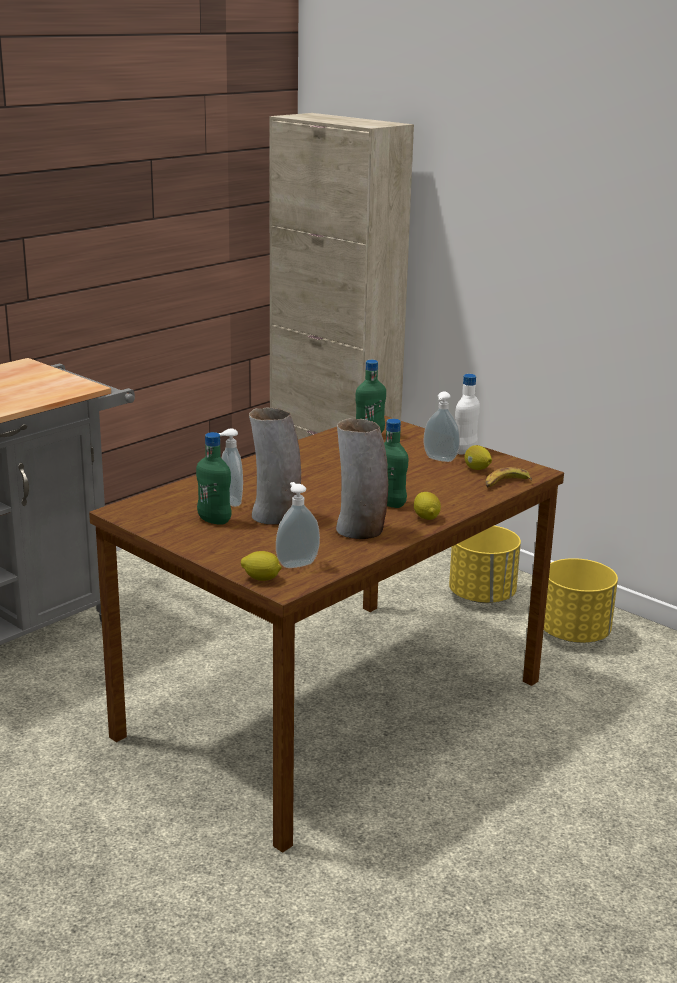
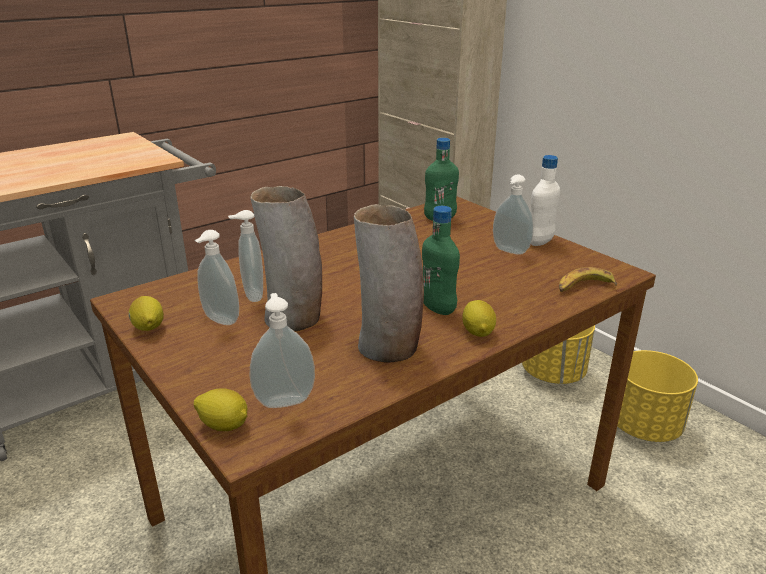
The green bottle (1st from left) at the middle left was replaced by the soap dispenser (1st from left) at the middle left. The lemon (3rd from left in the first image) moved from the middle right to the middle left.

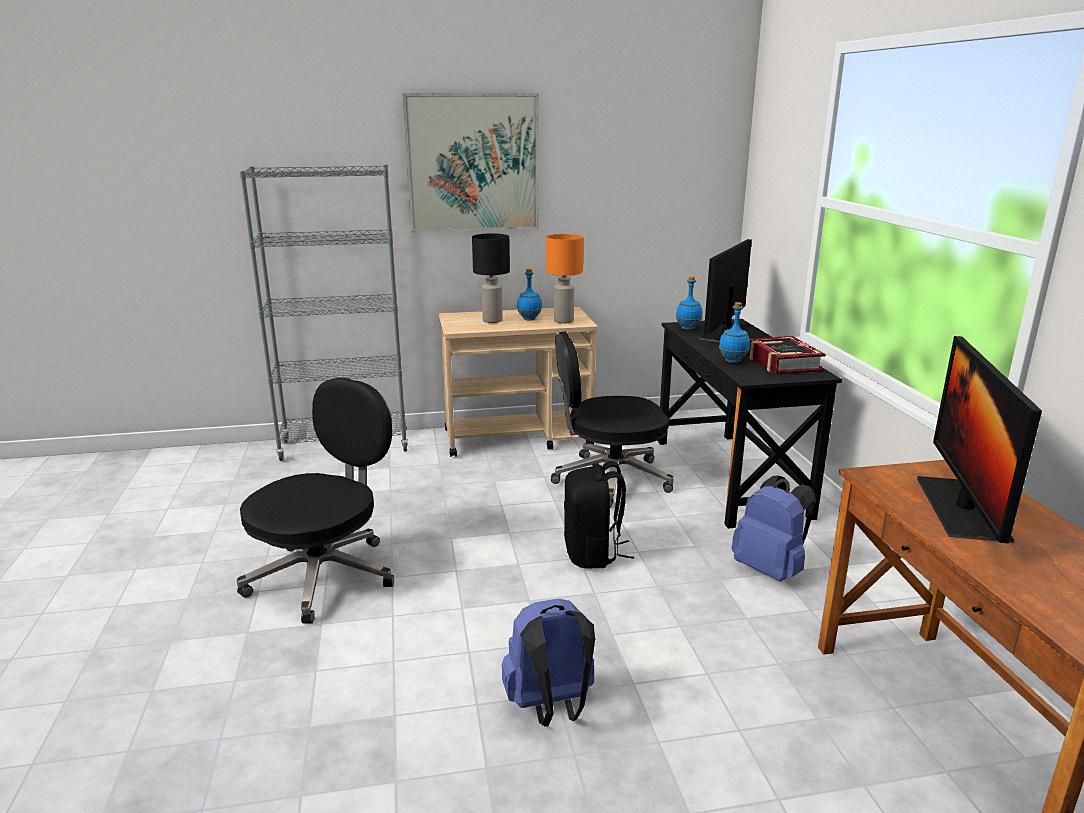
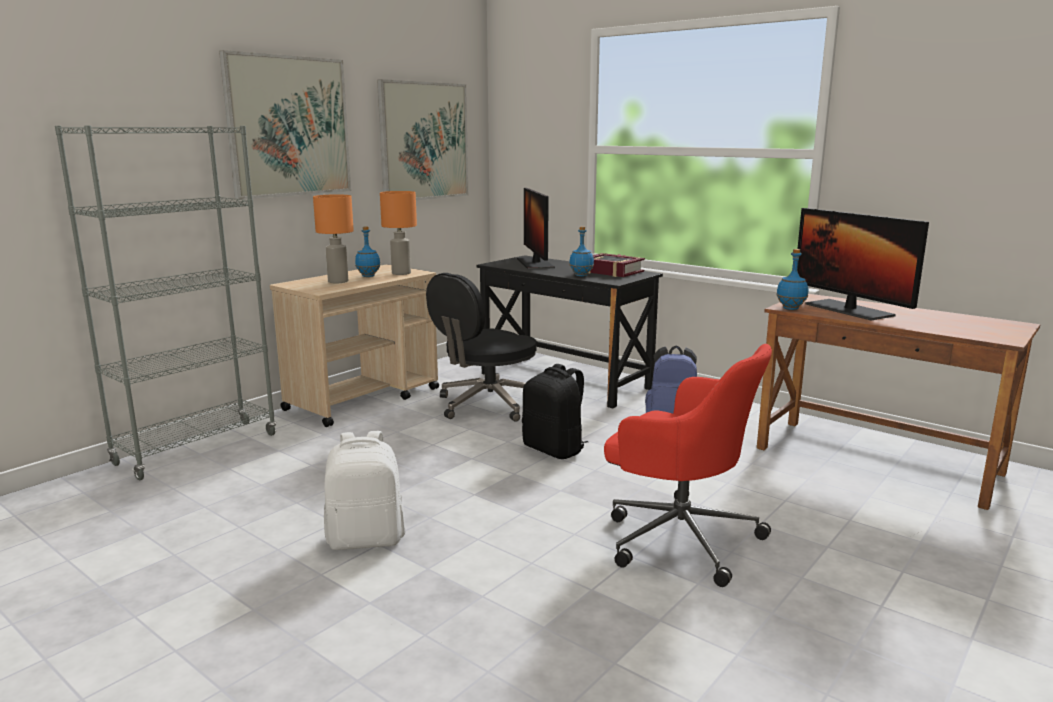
The black office chair (1st from left) at the middle left was replaced by the white backpack at the bottom centre. The black table lamp at the centre became the orange table lamp (1st from left) at the middle left. The blue backpack (1st from left) at the bottom centre was replaced by the red office chair at the centre. The blue bottle (2nd from left in the first image) moved from the centre to the middle right. The picture (2nd from left) at the top centre appeared.

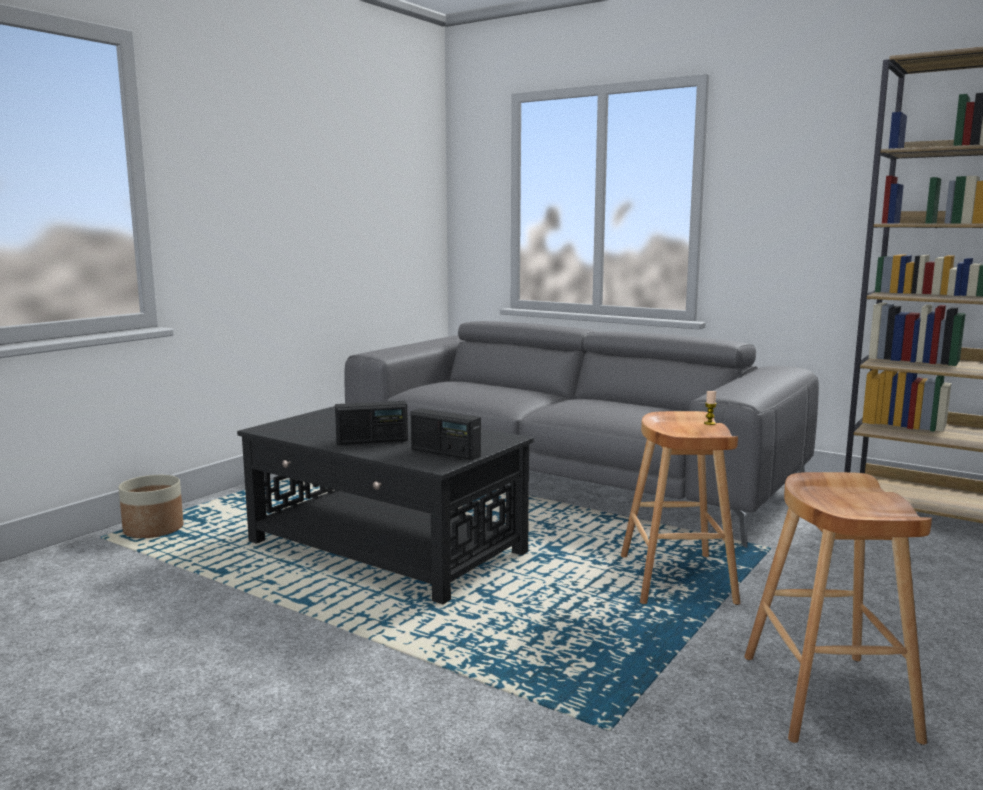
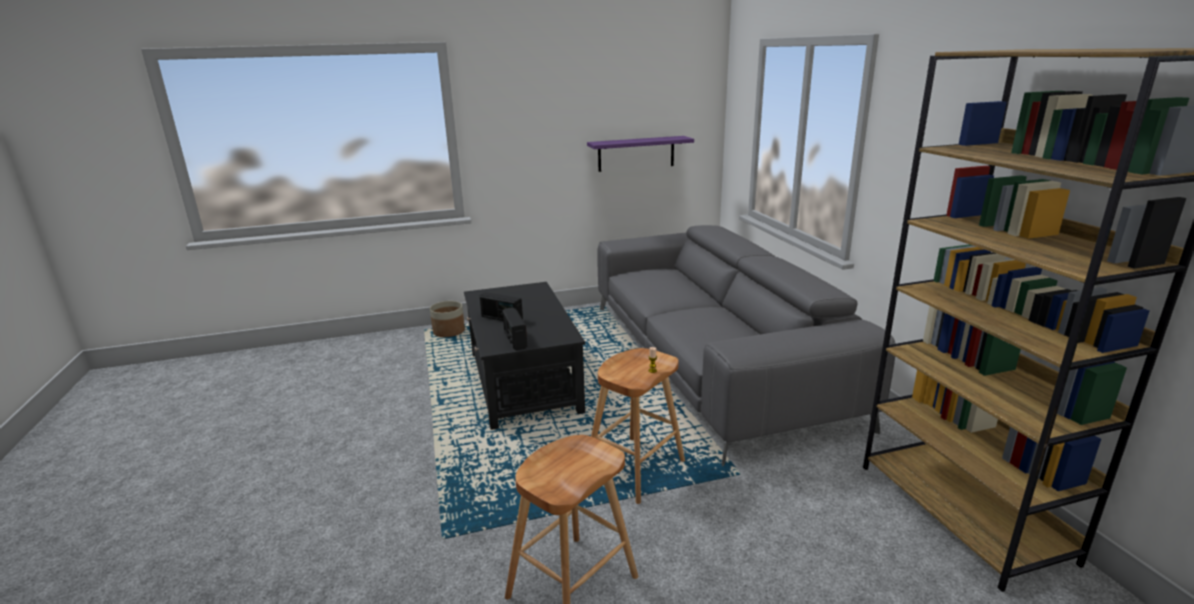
The purple shelf at the top centre appeared.

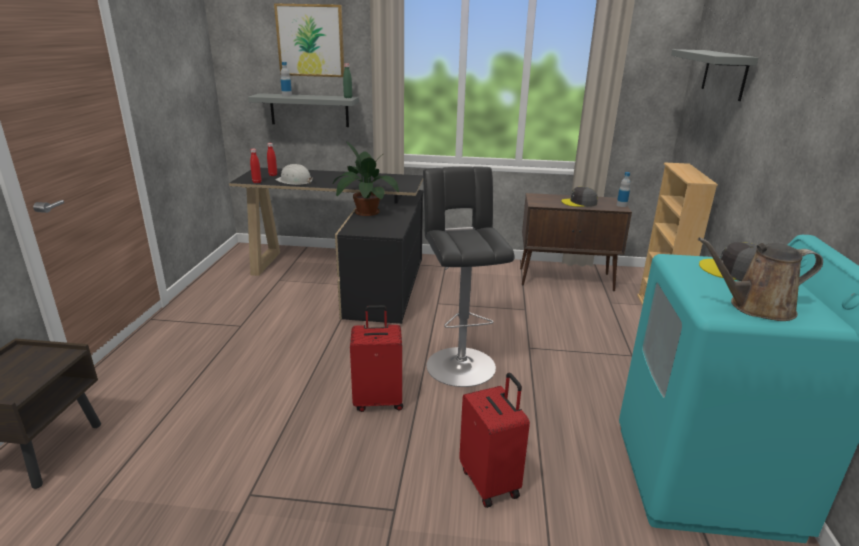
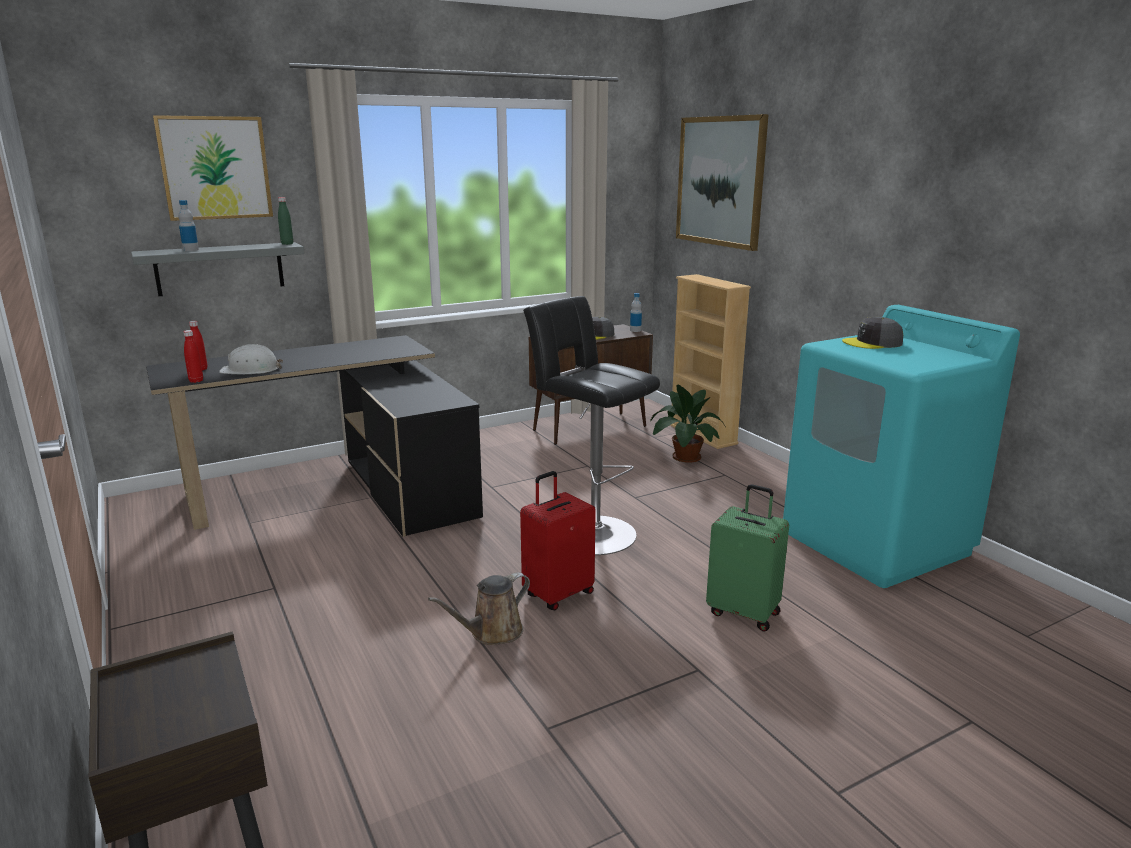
The potted plant moved from the top centre to the centre. The red suitcase (2nd from left) at the bottom centre became the green suitcase at the centre. The grey shelf (2nd from left) at the top right was replaced by the picture (2nd from left) at the top centre. The brown watering can moved from the middle right to the bottom centre.

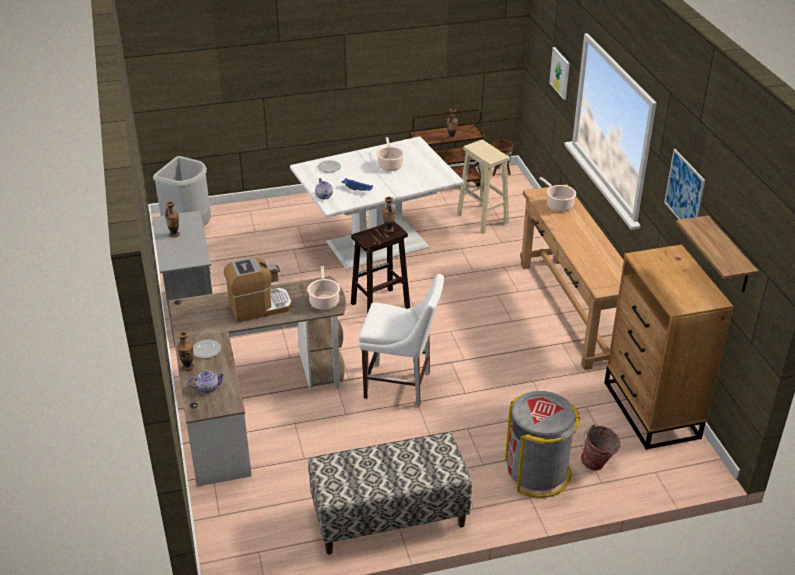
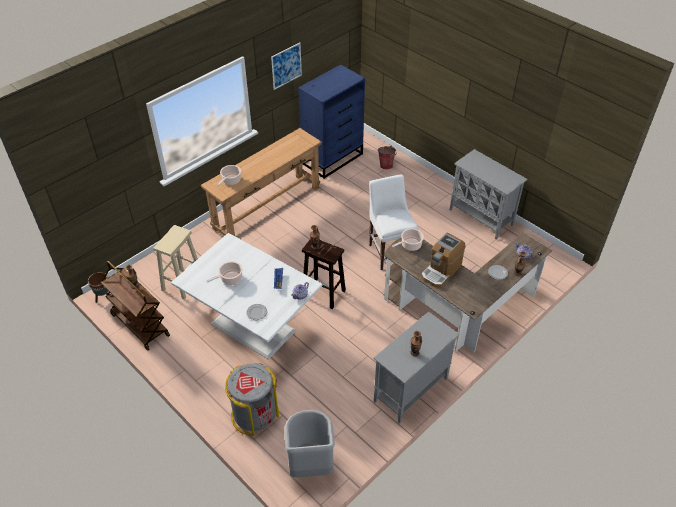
The coffee machine at the middle left turned 90 degrees counterclockwise. The bench at the bottom centre was replaced by the grey cabinet (2nd from left) at the middle right. The grey trash can (2nd from left in the first image) moved from the bottom right to the bottom centre. The picture (1st from left) at the top right disappeared. The brown dresser at the middle right became the blue dresser at the top centre. The shelf at the middle right disappeared.

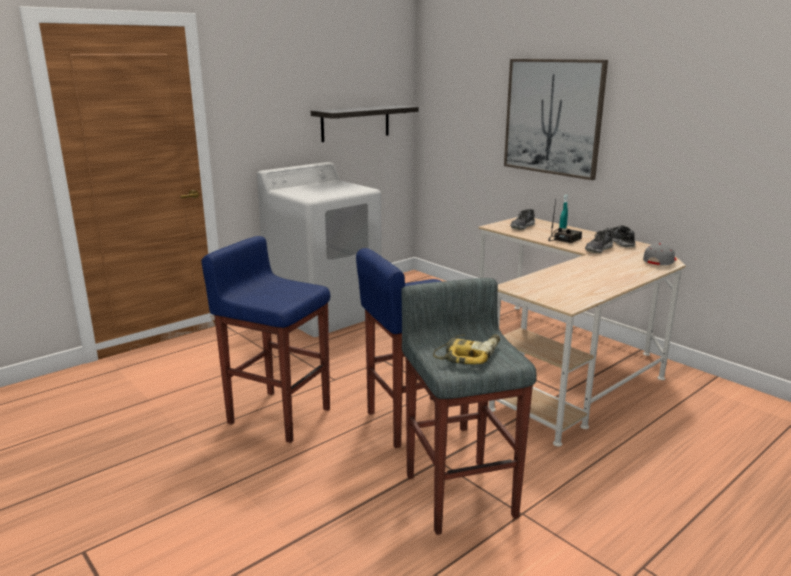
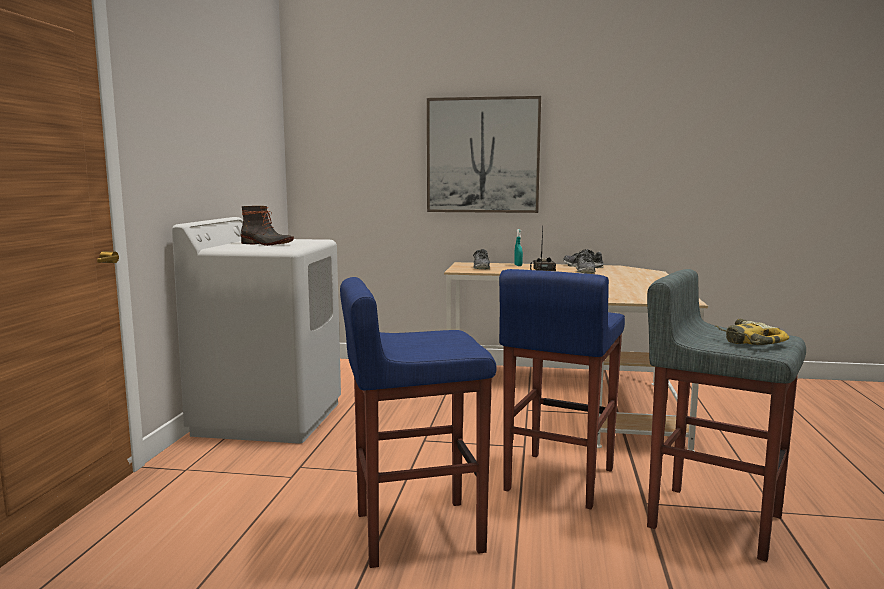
The shelf at the top centre disappeared. The grey cap at the middle right disappeared. The boot at the middle left appeared.

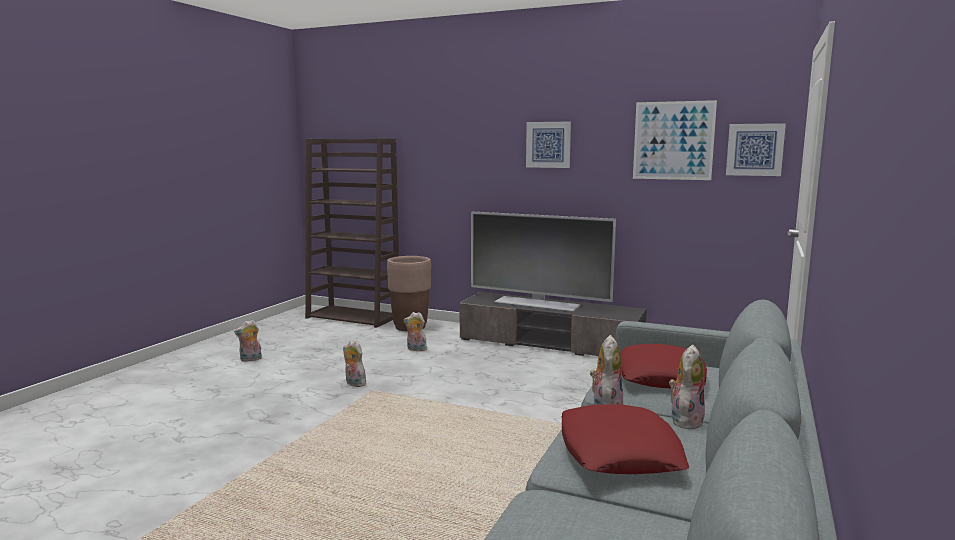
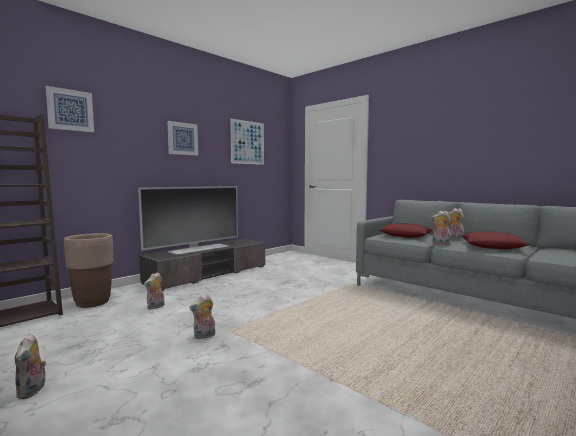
The picture (3rd from left in the first image) moved from the top right to the top left.

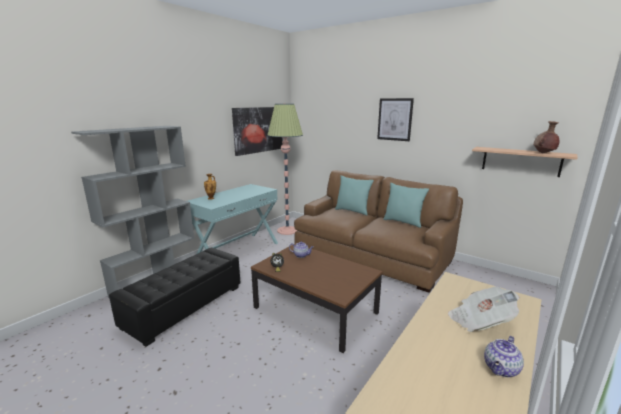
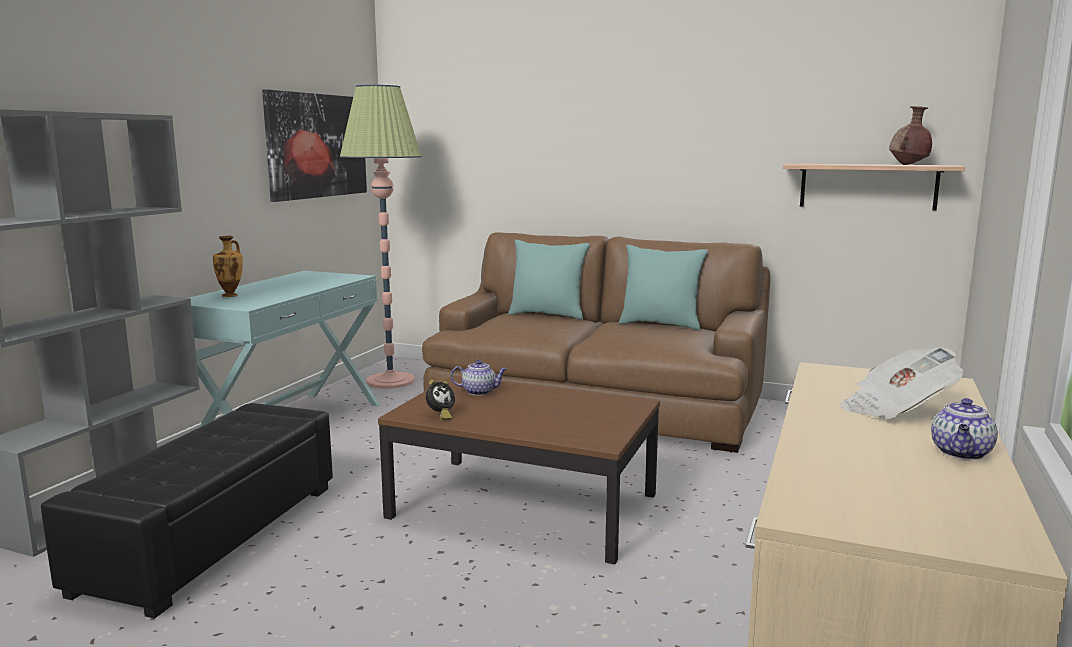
The picture (2nd from left) at the top centre disappeared.

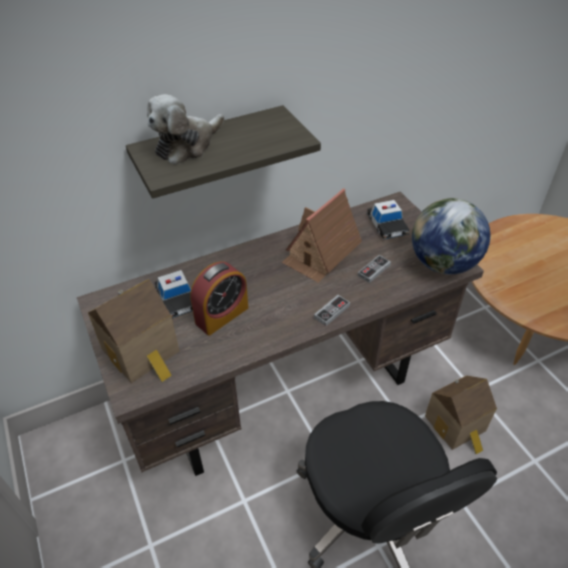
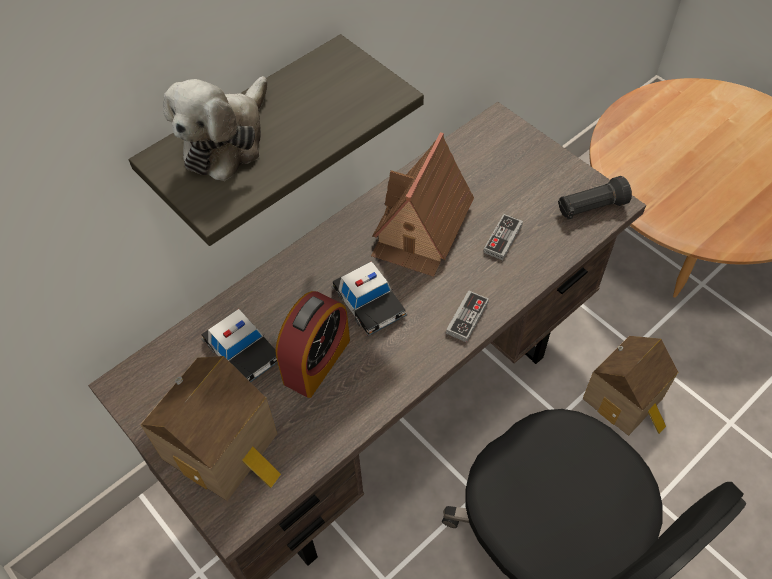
The toy car (2nd from left) moved from the middle right to the centre. The globe at the middle right was replaced by the black flashlight at the middle right.

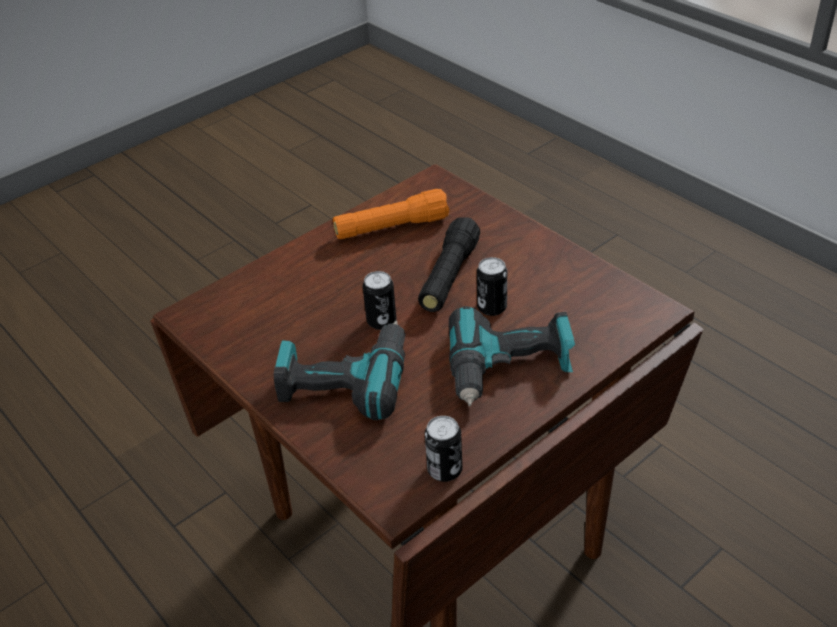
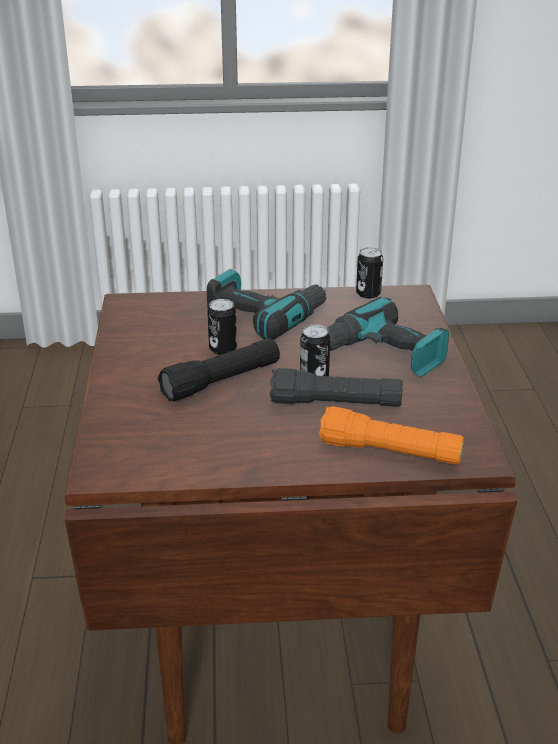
The orange flashlight moved from the centre to the middle right. The black flashlight (2nd from left) at the centre appeared.

